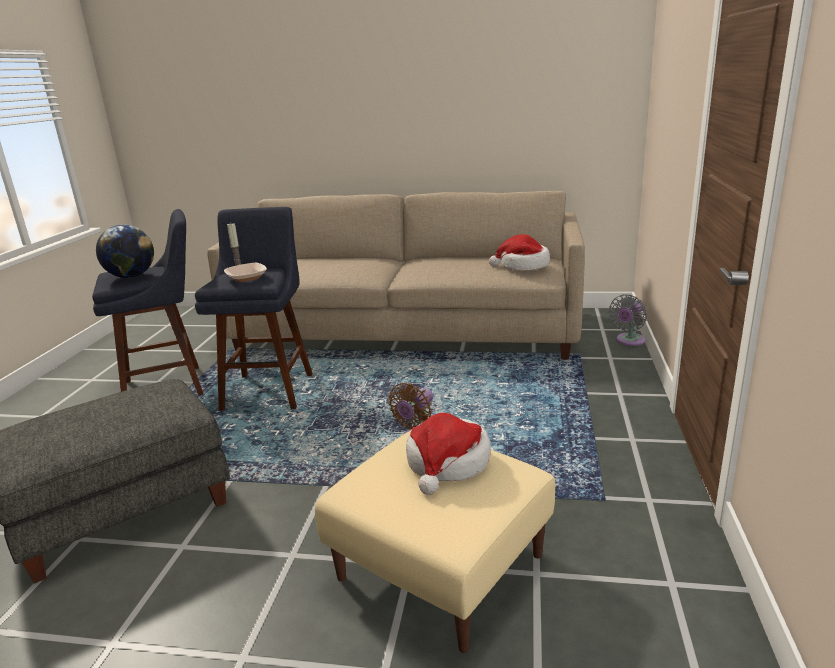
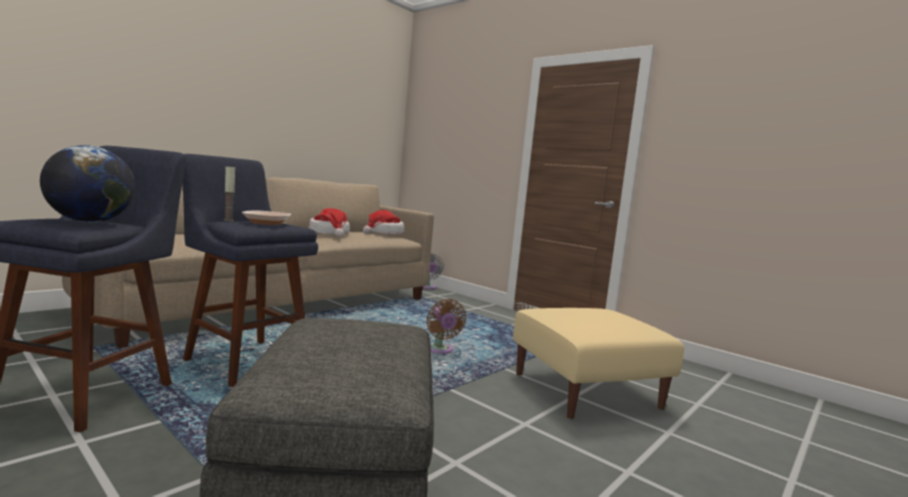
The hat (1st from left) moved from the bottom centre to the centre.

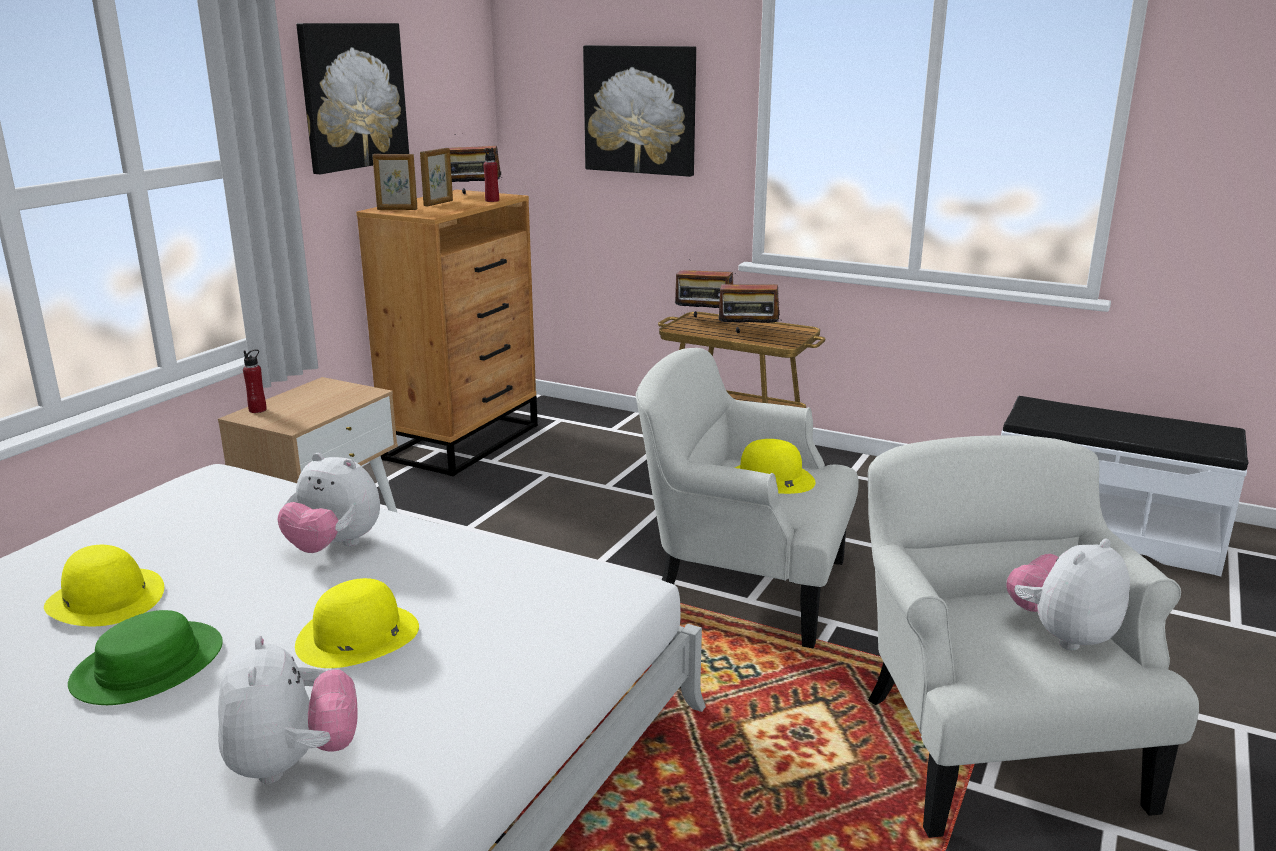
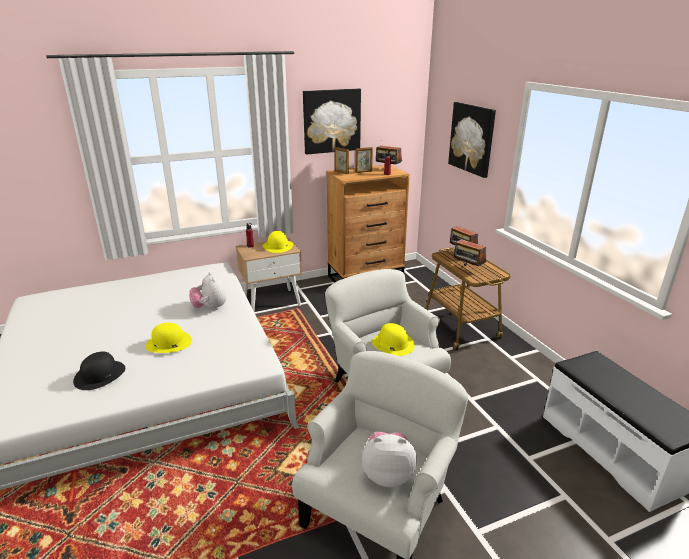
The yellow hat (1st from left in the first image) moved from the bottom left to the centre. The green hat at the bottom left disappeared. The plush toy (1st from left) at the bottom left was replaced by the black hat at the middle left.

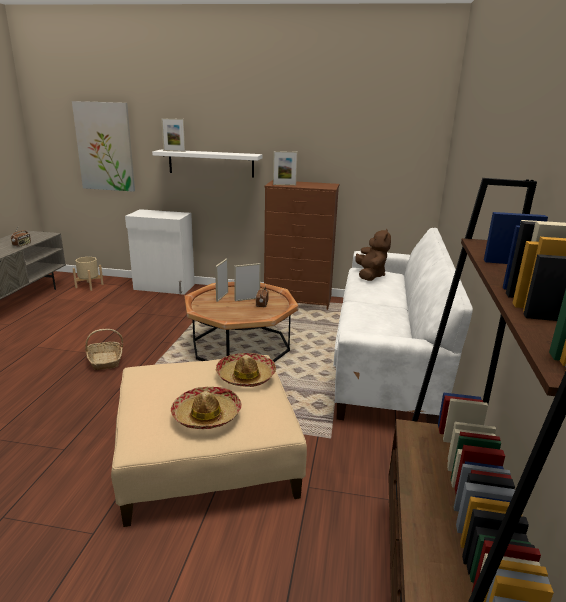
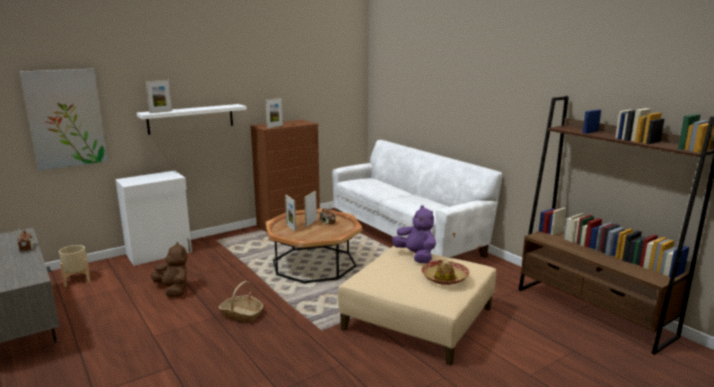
The hat (2nd from left) at the centre was replaced by the purple plush toy at the centre. The brown plush toy moved from the centre to the bottom left.

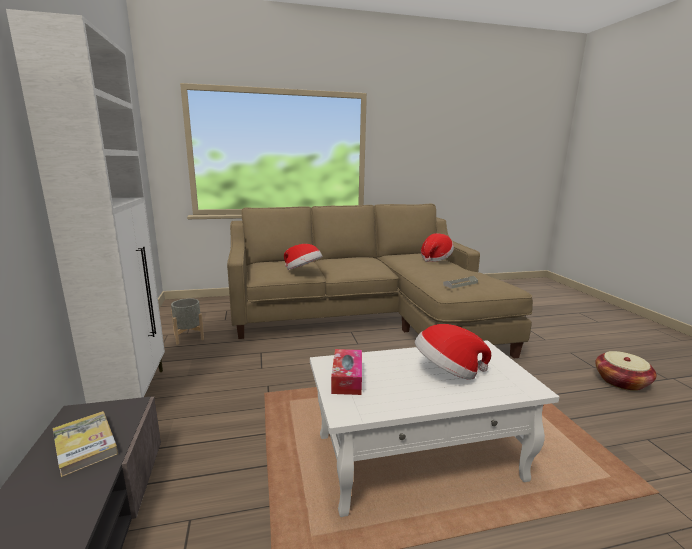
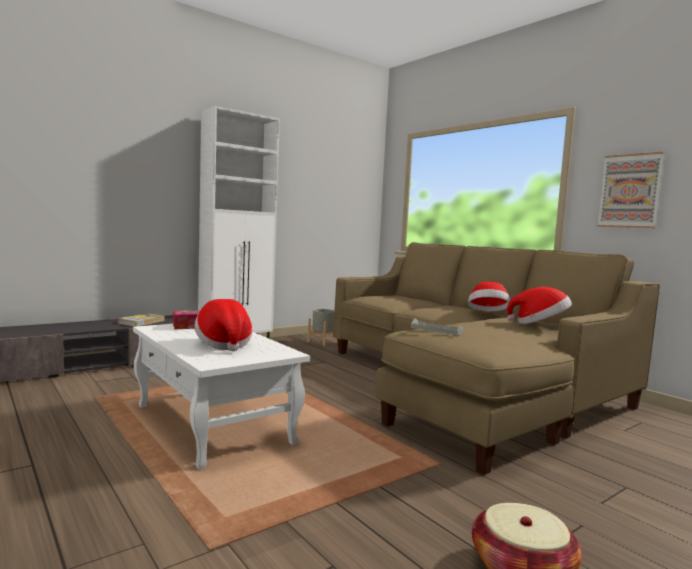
The hat (1st from left in the first image) moved from the centre to the middle right. The picture at the middle right appeared.

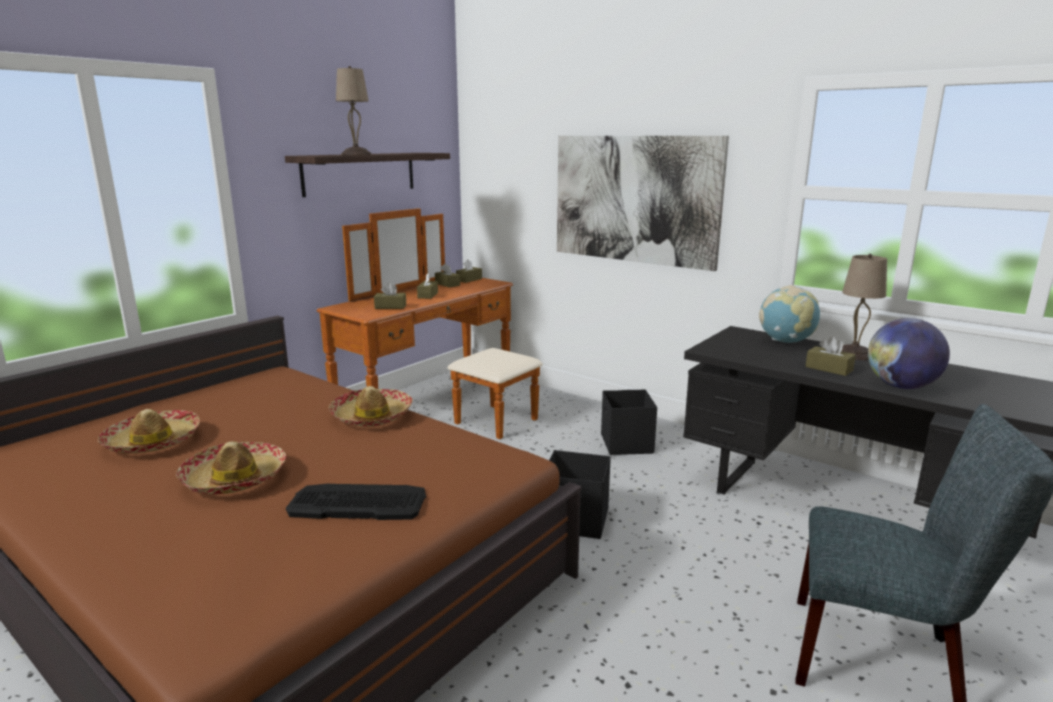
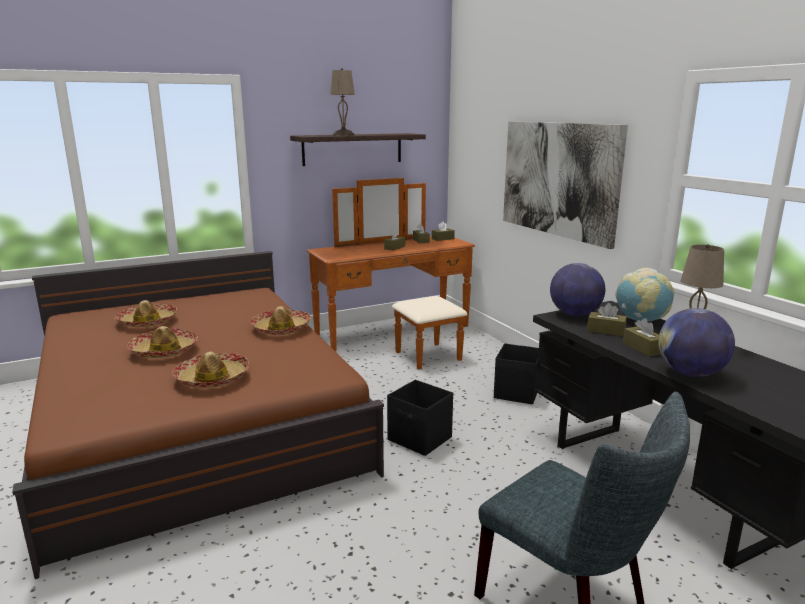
The keyboard at the bottom centre was replaced by the hat (3rd from left) at the middle left. The brown tissue box (1st from left in the first image) moved from the centre to the middle right. The globe (1st from left) at the middle right appeared.

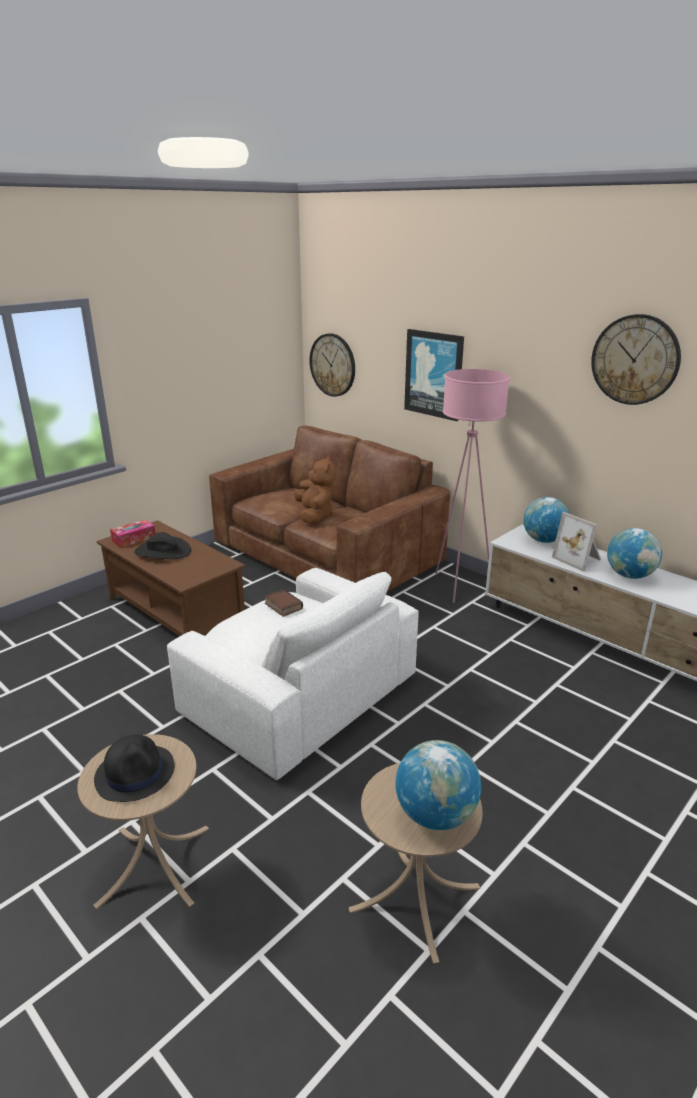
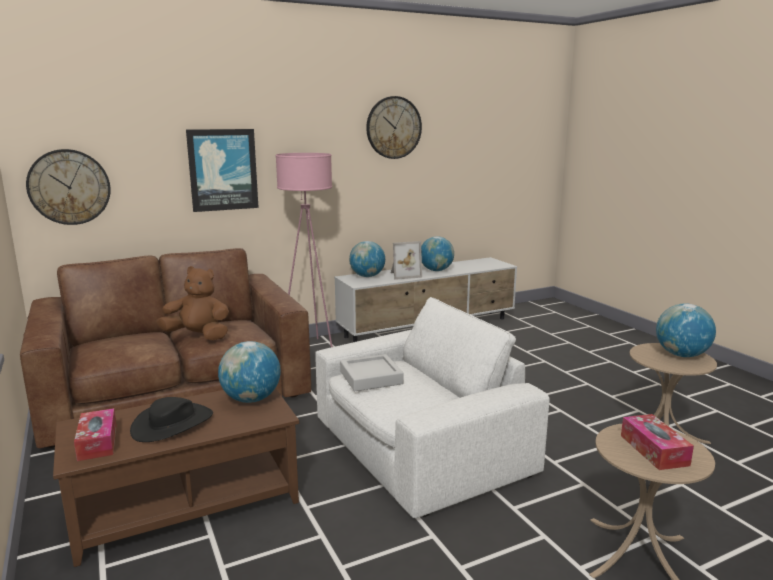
The black hat (1st from left) at the bottom left was replaced by the tissue box (2nd from left) at the bottom right. The book at the centre was replaced by the grey tray at the centre. The globe (1st from left) at the middle left appeared.

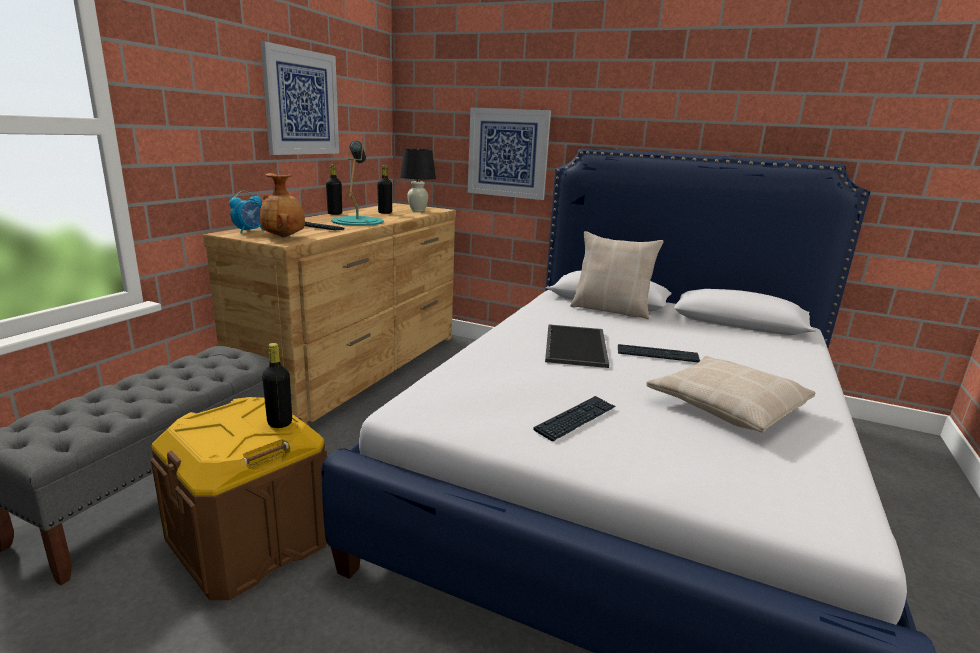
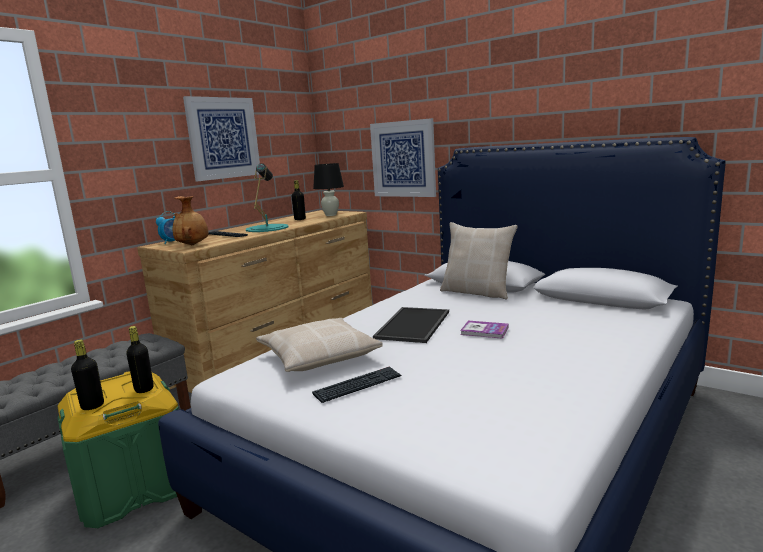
The brown storage box at the bottom left became the green storage box at the bottom left. The black bottle (2nd from left in the first image) moved from the top centre to the bottom left. The keyboard (3rd from left) at the middle right was replaced by the book at the centre. The beige pillow (2nd from left in the first image) moved from the middle right to the centre.

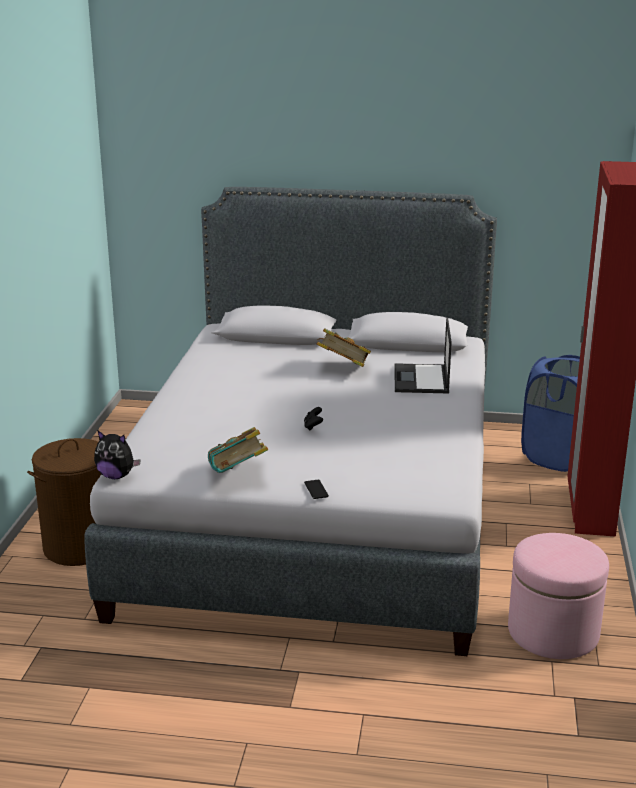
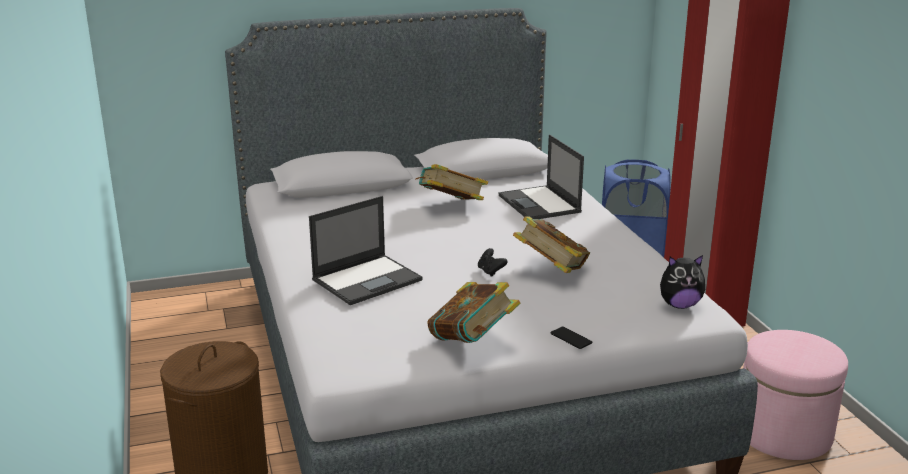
The plush toy moved from the middle left to the middle right. The laptop (1st from left) at the centre appeared. The book (3rd from left) at the centre appeared.

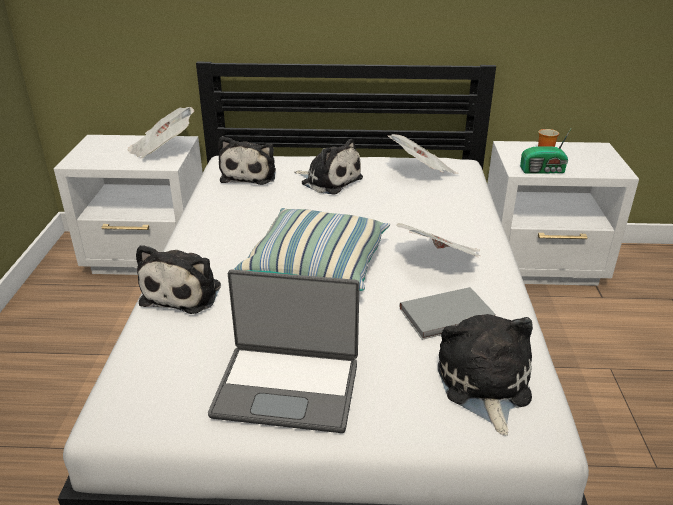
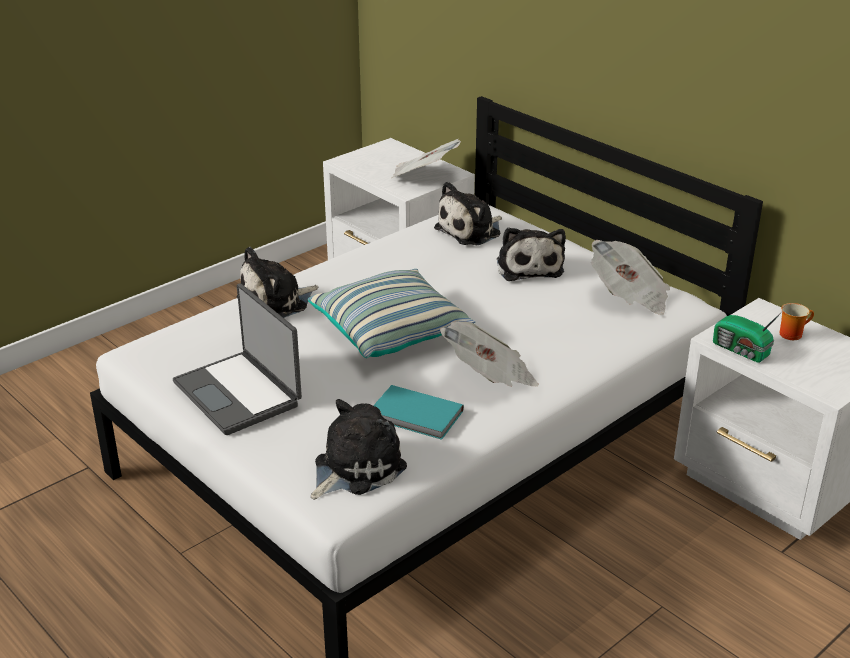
The grey book at the centre became the turquoise book at the centre.

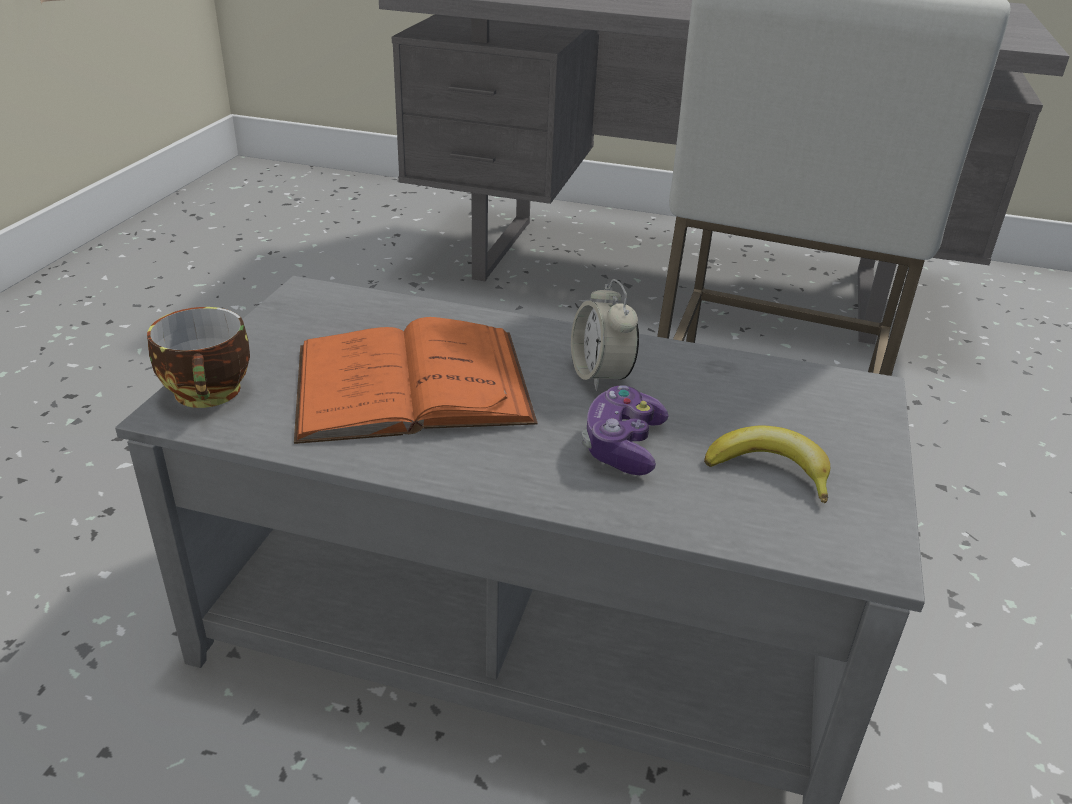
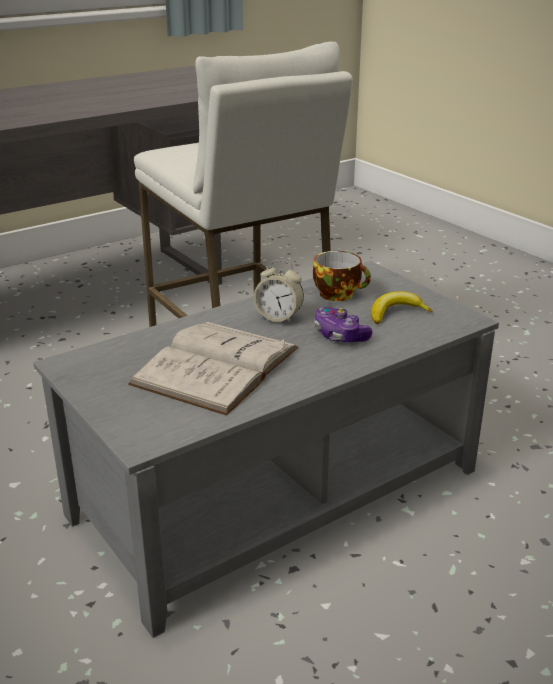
The cup moved from the middle left to the centre. The orange book at the centre became the white book at the centre.

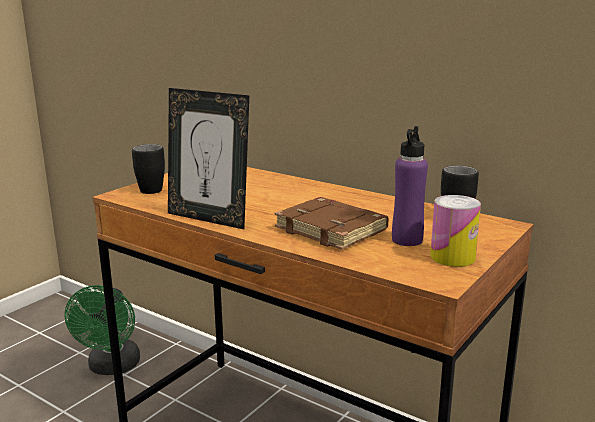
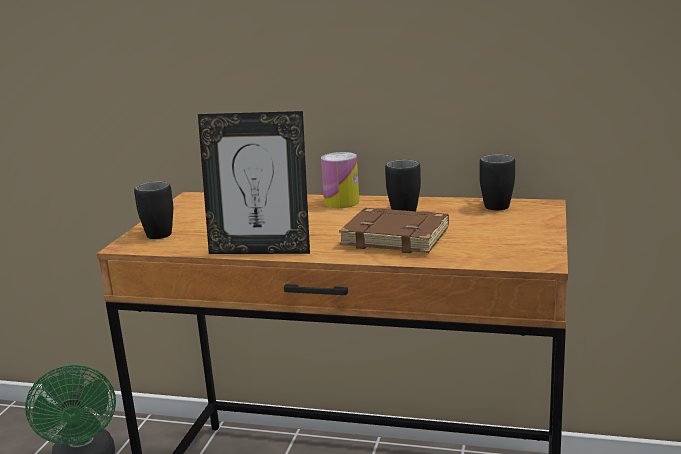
The purple bottle at the middle right disappeared. The can moved from the middle right to the centre. The black mug (2nd from left) at the centre appeared.

